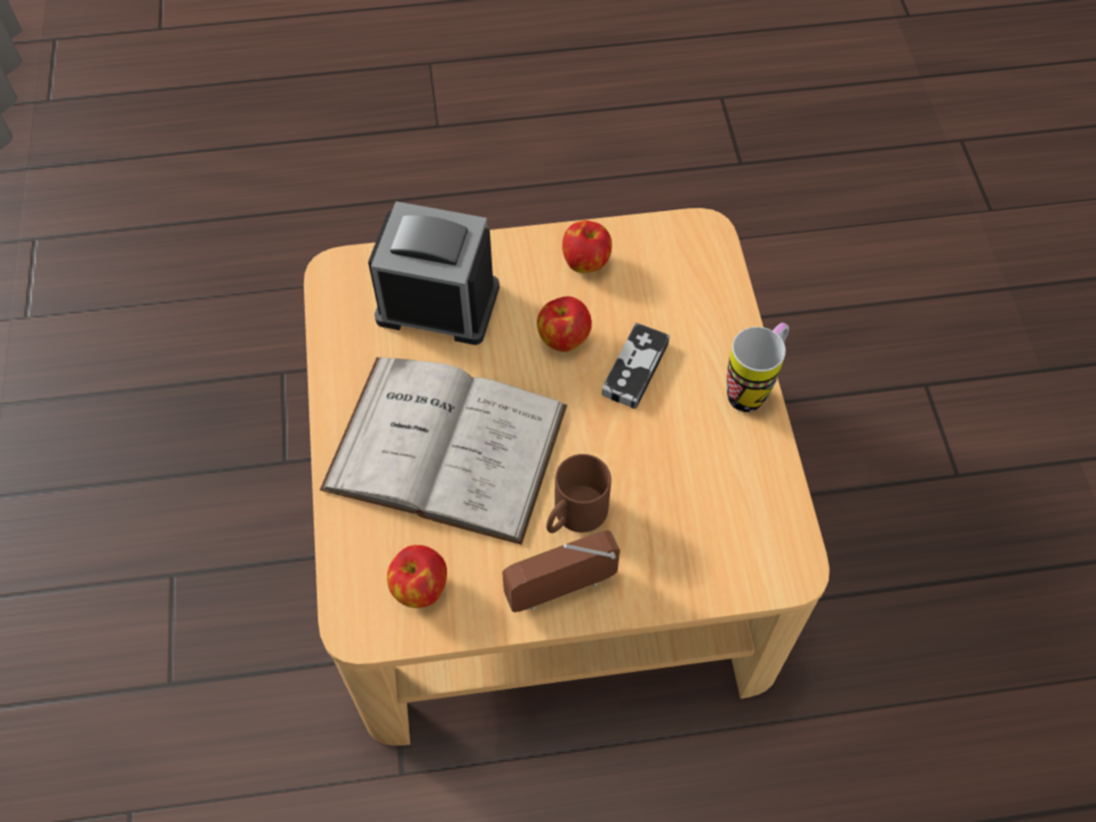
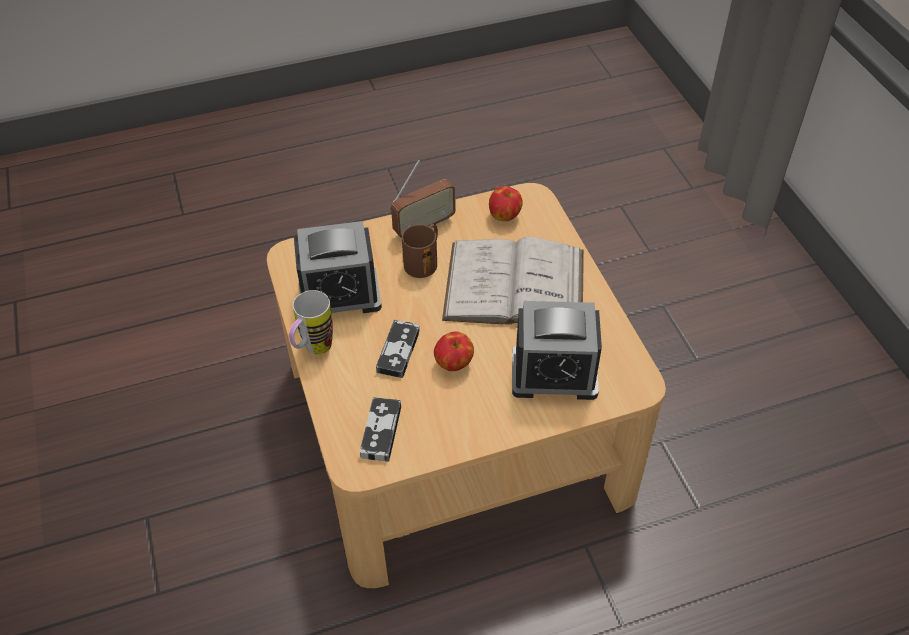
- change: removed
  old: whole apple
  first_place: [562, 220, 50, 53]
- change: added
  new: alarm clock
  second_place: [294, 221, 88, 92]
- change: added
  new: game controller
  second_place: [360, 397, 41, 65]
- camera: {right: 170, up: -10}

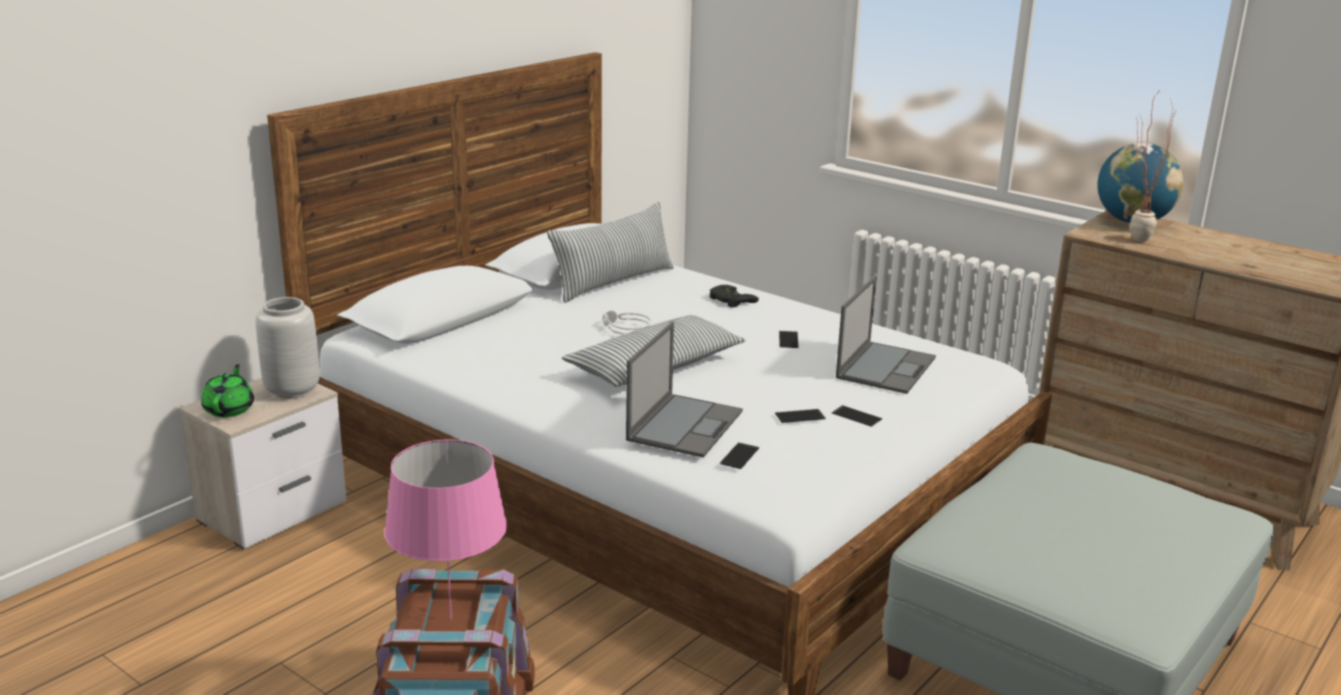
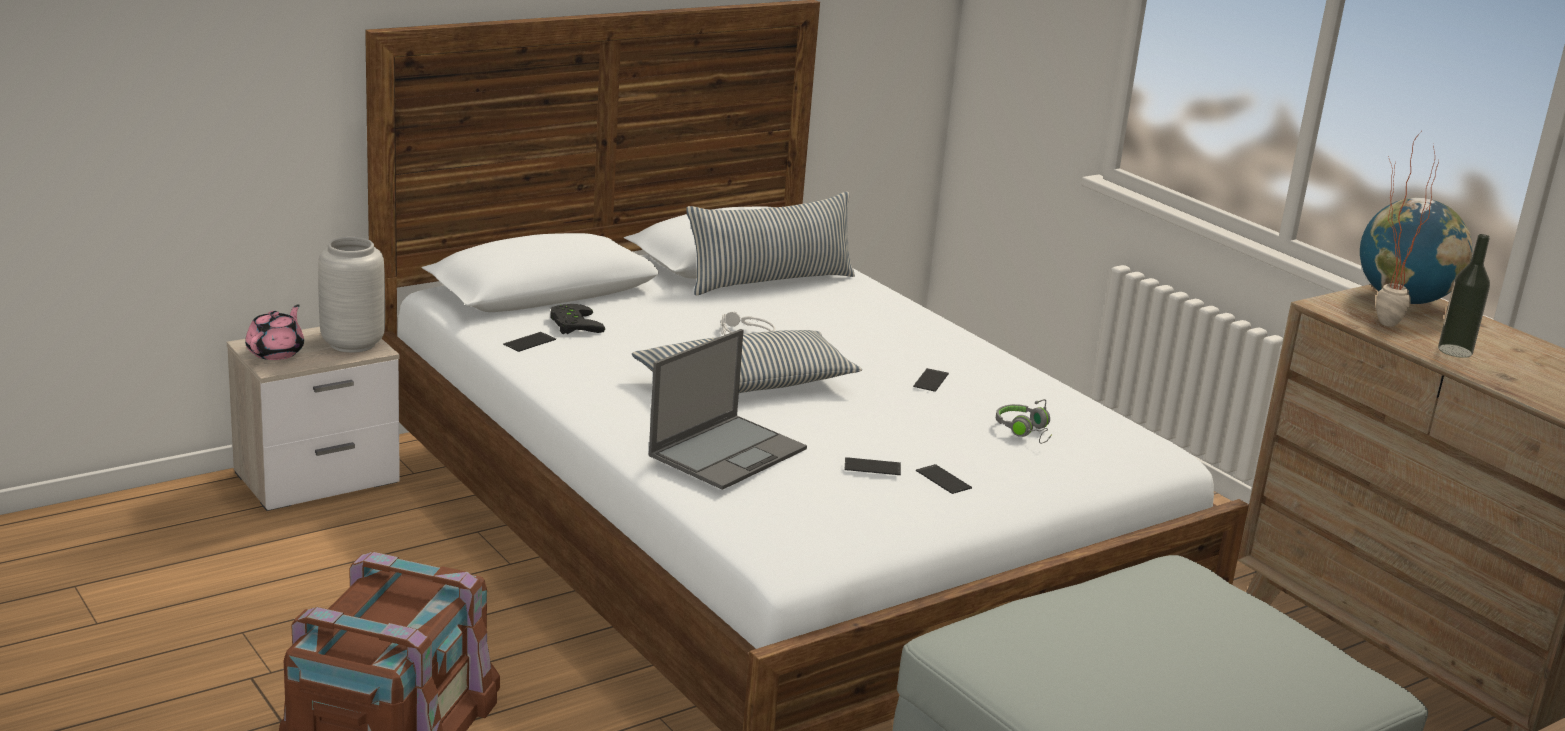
- change: replaced
  old: portable computer
  new: greyish headset
  first_place: [836, 276, 100, 118]
  second_place: [996, 399, 56, 45]
- change: moved
  old: black-coloured game controller
  first_place: [710, 285, 49, 23]
  second_place: [550, 304, 55, 30]
- change: recoloured
  old: green tea pot
  new: pink-coloured tea pot
  first_place: [201, 364, 53, 53]
  second_place: [245, 304, 59, 56]
- change: removed
  old: pink-coloured lamp for a table
  first_place: [384, 439, 123, 181]
- change: moved
  old: telephone
  first_place: [720, 442, 39, 27]
  second_place: [503, 332, 53, 20]
- change: added
  new: beverage bottle
  second_place: [1438, 234, 52, 124]
- camera: {right: 15, up: 0}

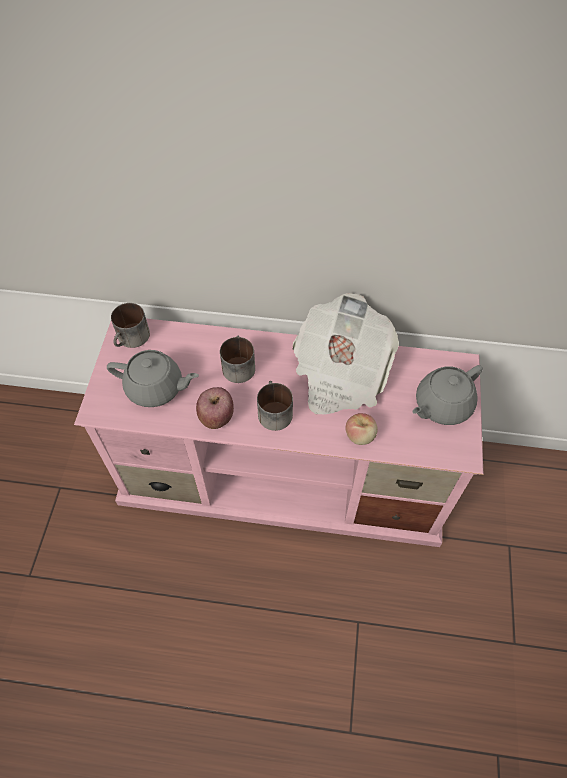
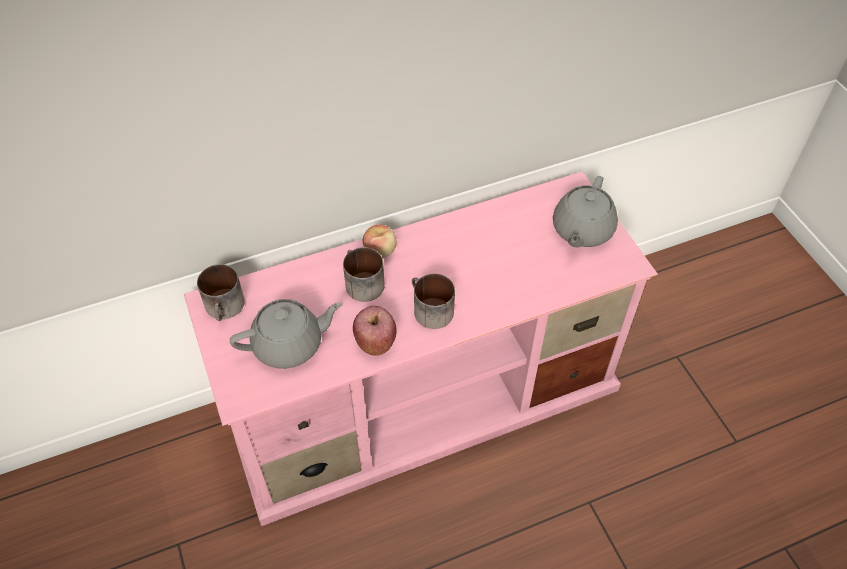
- change: removed
  old: printed paper
  first_place: [293, 293, 106, 121]
- change: moved
  old: whole apple
  first_place: [346, 413, 32, 32]
  second_place: [363, 224, 34, 34]
- camera: {right: -30, up: -5}

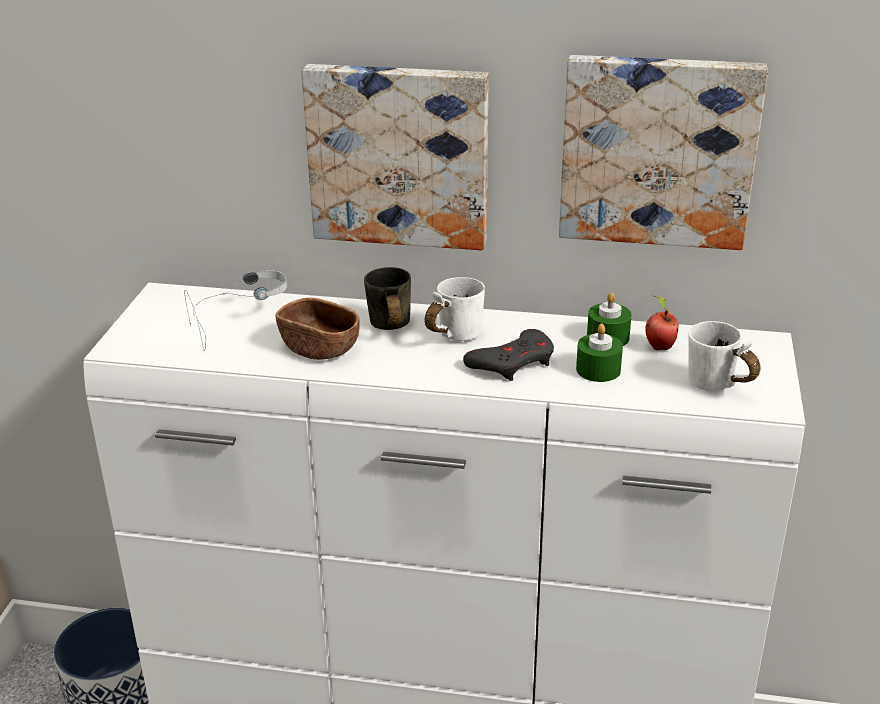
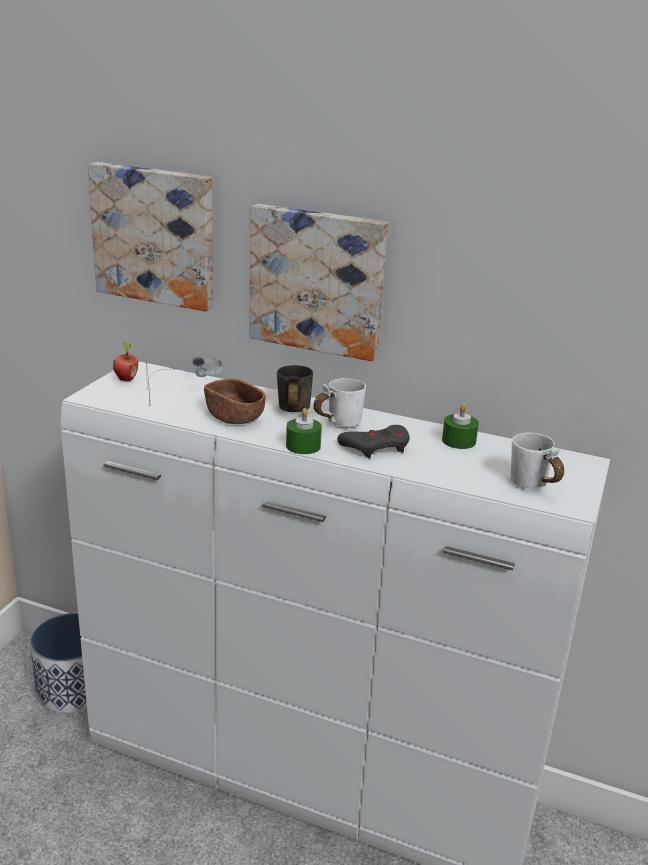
- change: moved
  old: picture
  first_place: [559, 55, 209, 195]
  second_place: [88, 162, 125, 149]
- change: moved
  old: whole apple
  first_place: [645, 295, 34, 55]
  second_place: [113, 342, 25, 39]
- change: moved
  old: green wax light
  first_place: [576, 323, 47, 59]
  second_place: [286, 408, 36, 46]
- camera: {right: 10, up: -5}

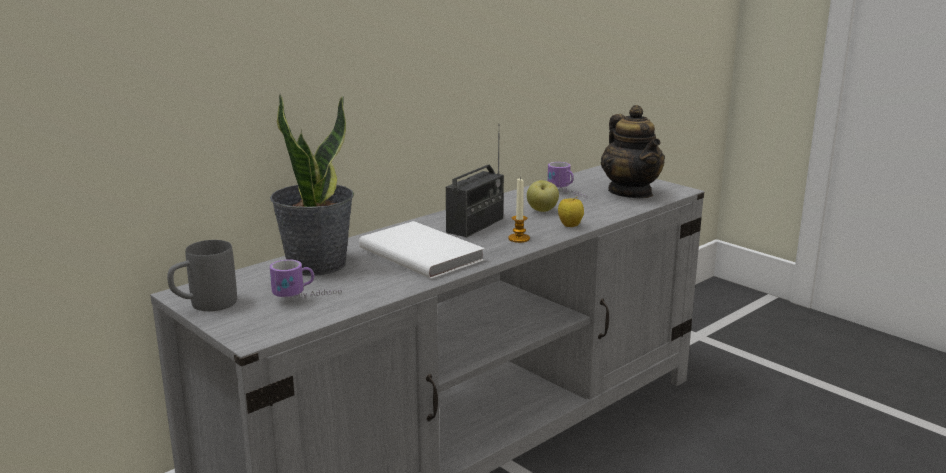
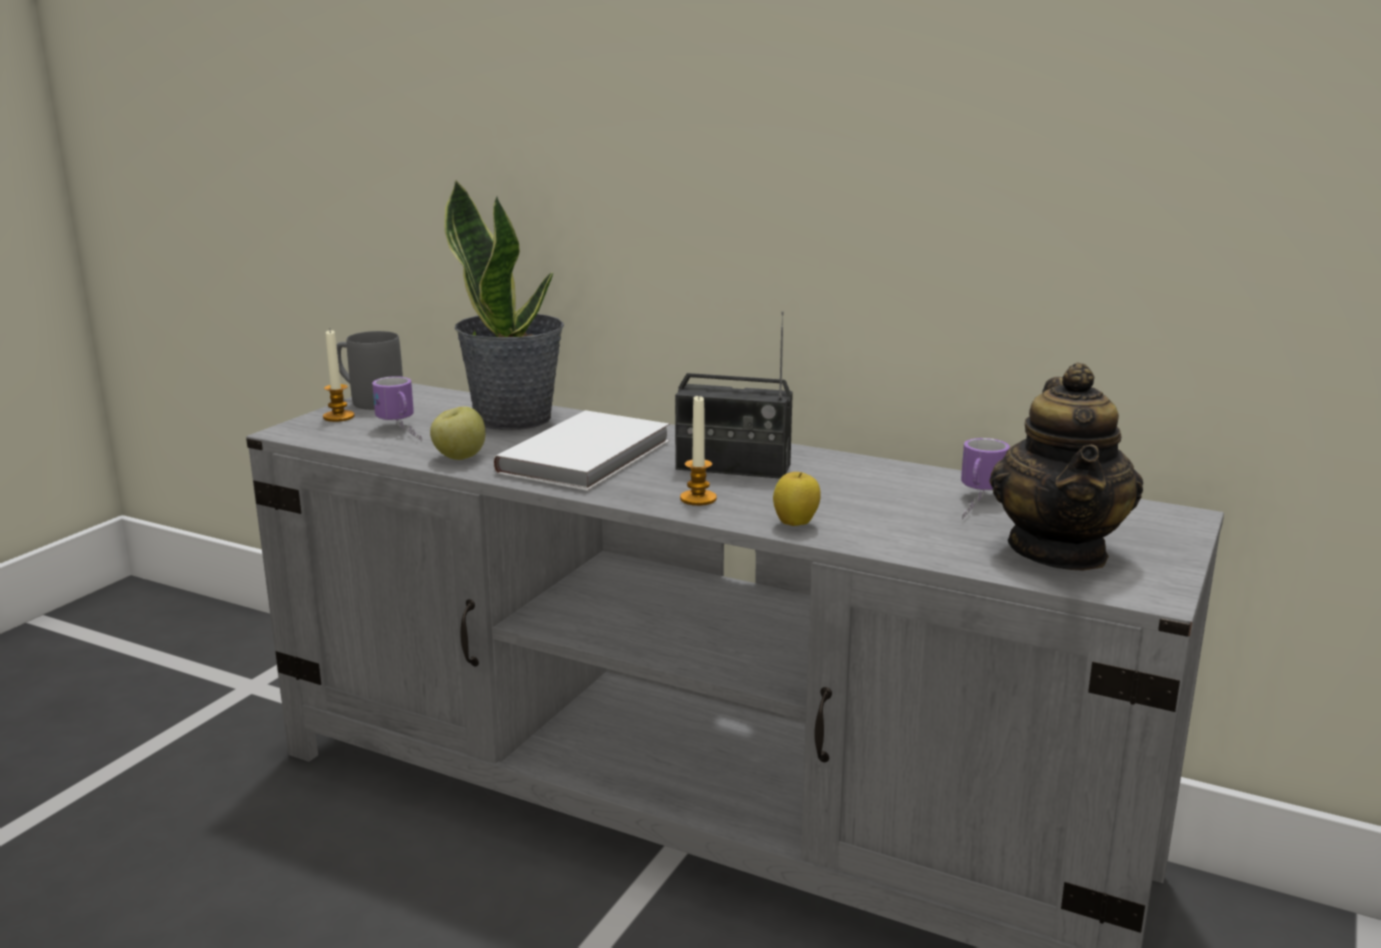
- change: turned
  old: tea pot
  first_place: [601, 105, 64, 93]
  second_place: [989, 362, 154, 208]
  degrees: -45
- change: moved
  old: whole apple
  first_place: [527, 180, 32, 32]
  second_place: [430, 406, 55, 54]
- change: added
  new: wax light
  second_place: [323, 330, 31, 92]
- camera: {right: 70, up: 0}

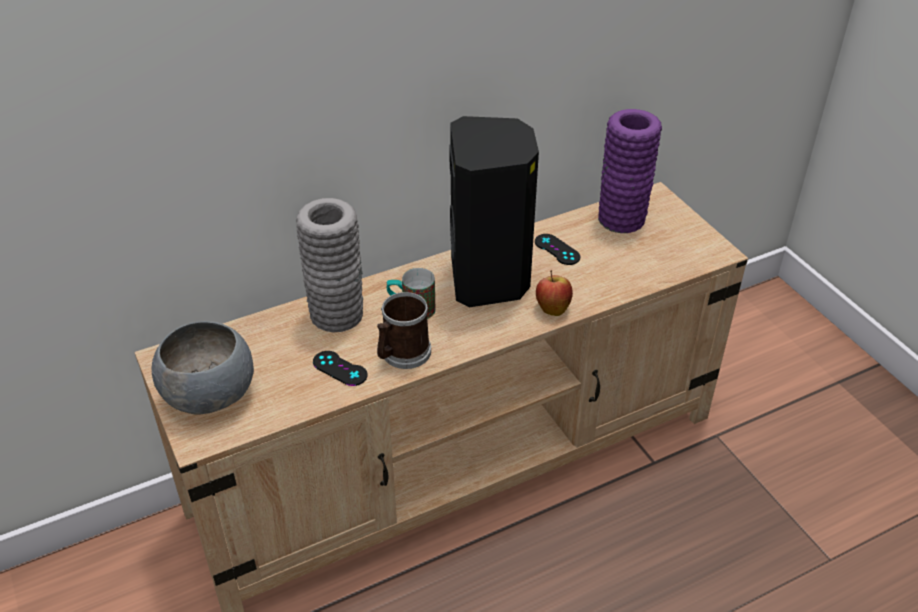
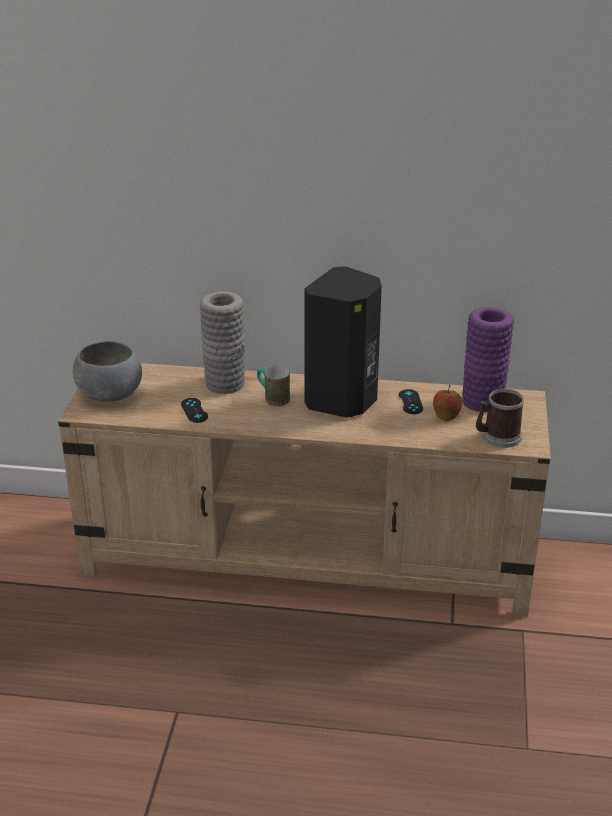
- change: moved
  old: whole apple
  first_place: [536, 270, 37, 46]
  second_place: [433, 385, 29, 36]
- change: moved
  old: tea mug
  first_place: [377, 292, 54, 77]
  second_place: [476, 389, 48, 59]
- camera: {right: 35, up: -10}

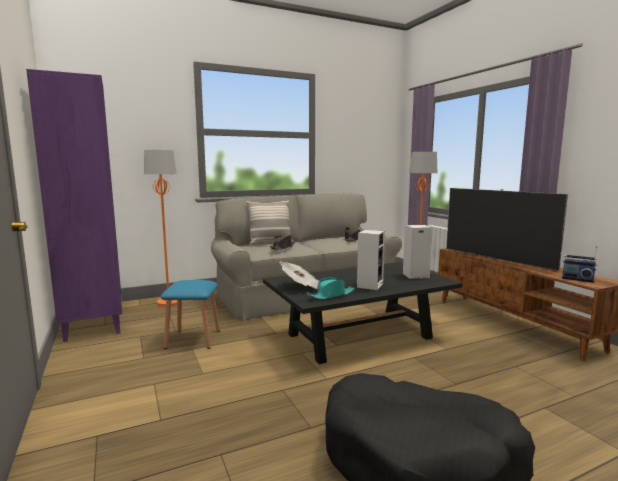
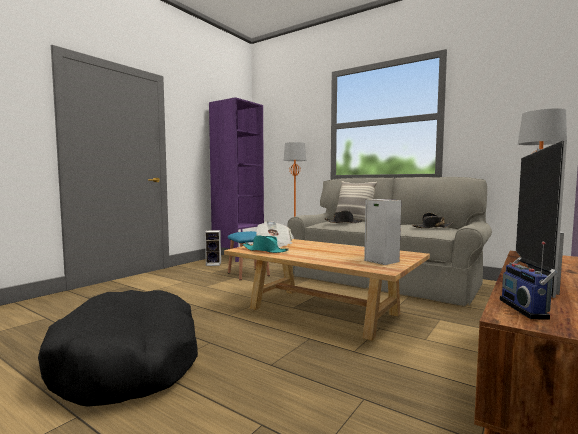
- change: moved
  old: audio speaker
  first_place: [357, 230, 28, 60]
  second_place: [205, 230, 16, 36]
- change: recoloured
  old: black-coloured low table
  new: beige-coloured low table
  first_place: [263, 262, 200, 102]
  second_place: [224, 239, 206, 102]
- camera: {right: 60, up: -5}

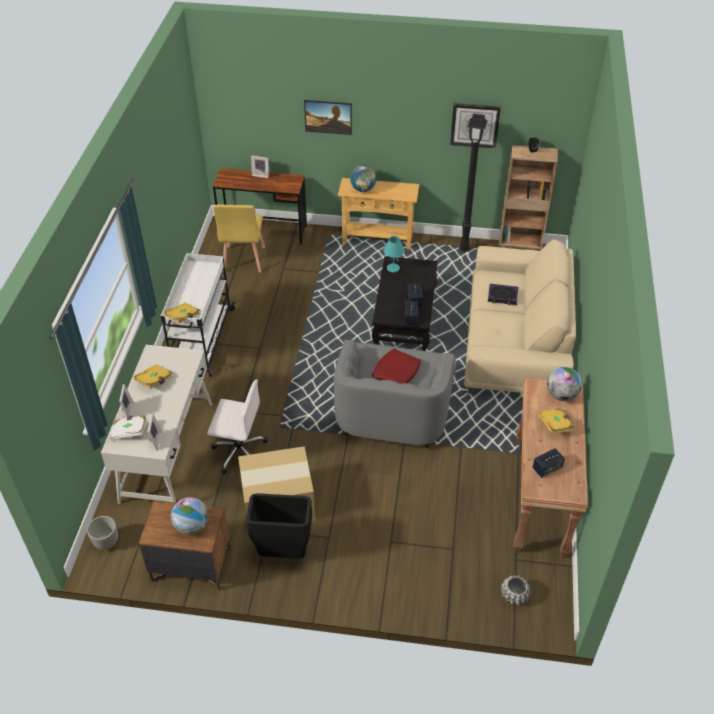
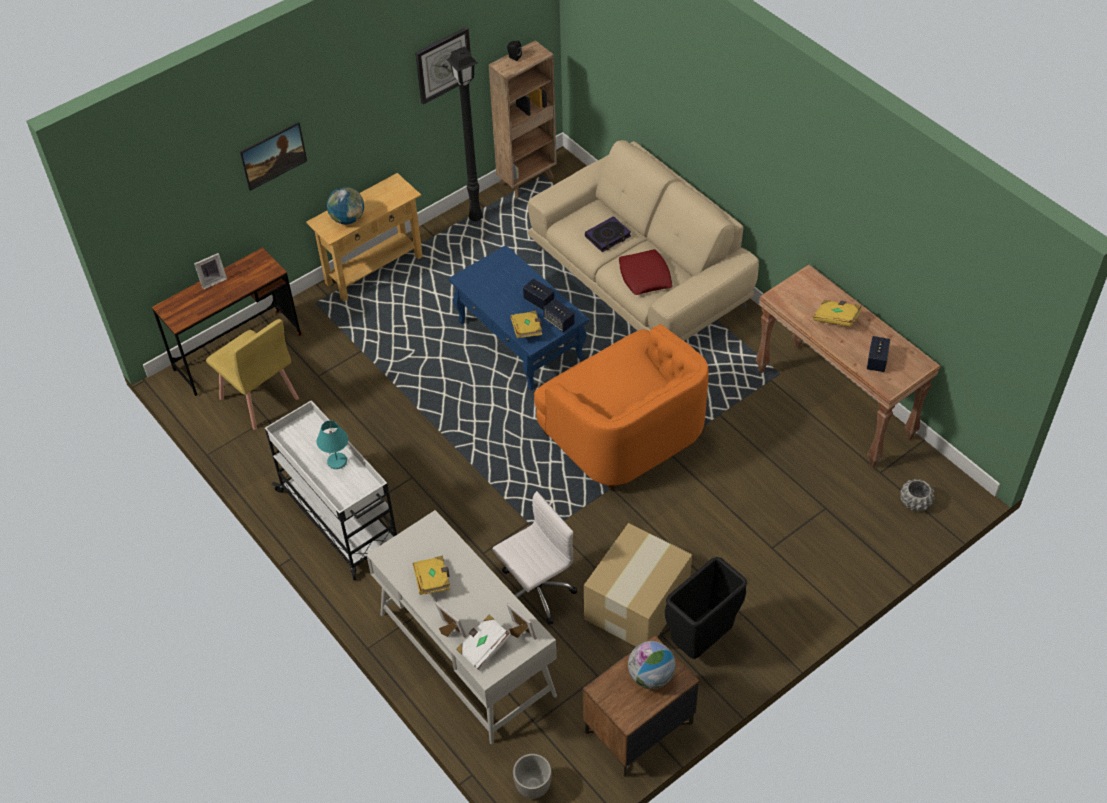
- change: moved
  old: turquoise lamp for a table
  first_place: [384, 236, 20, 37]
  second_place: [317, 420, 31, 49]
- change: recoloured
  old: black-coloured low table
  new: blue-coloured low table
  first_place: [372, 256, 66, 95]
  second_place: [448, 245, 141, 145]
- change: moved
  old: yellow-coloured volume
  first_place: [164, 302, 36, 22]
  second_place: [510, 310, 32, 28]
- change: recoloured
  old: greyish armchair
  new: orange armchair
  first_place: [334, 340, 122, 108]
  second_place: [534, 324, 175, 167]
- change: moved
  old: red cushion
  first_place: [372, 349, 49, 35]
  second_place: [619, 249, 54, 46]
- change: removed
  old: desk globe
  first_place: [547, 367, 35, 34]
- camera: {right: -45, up: 5}

